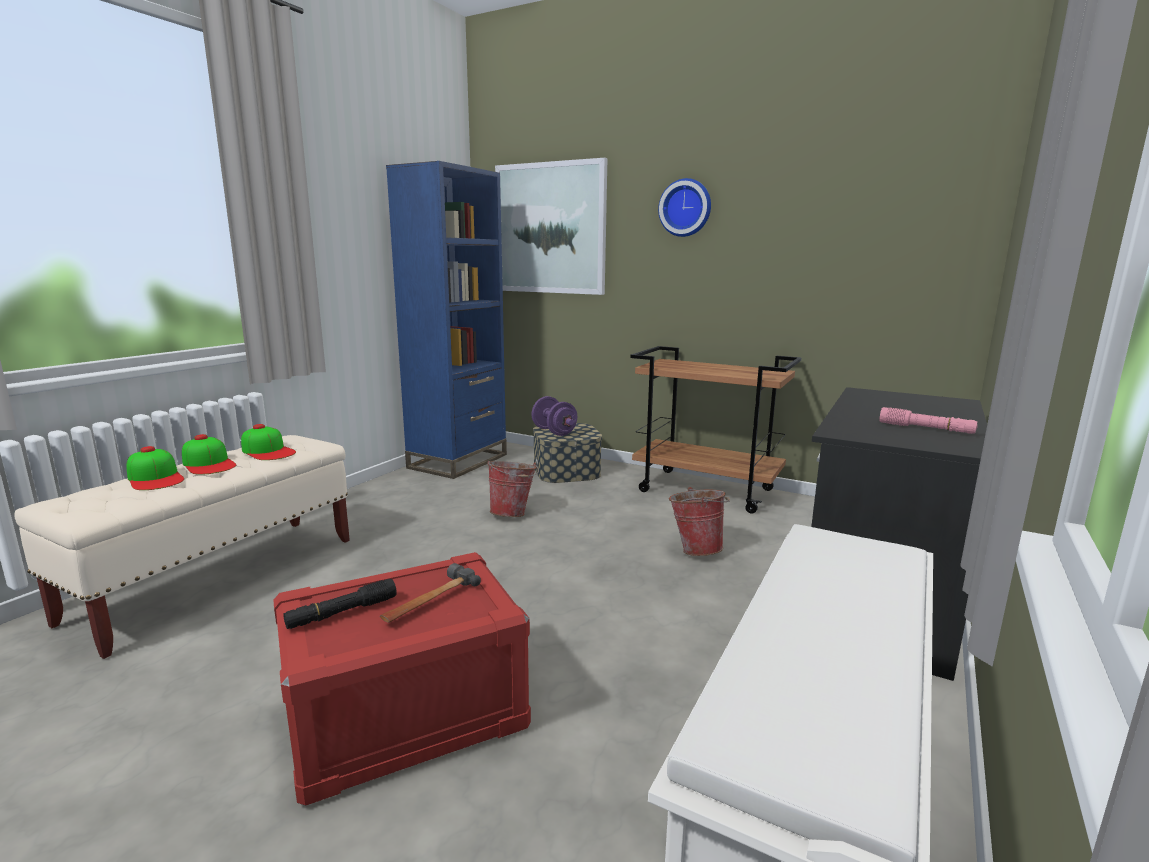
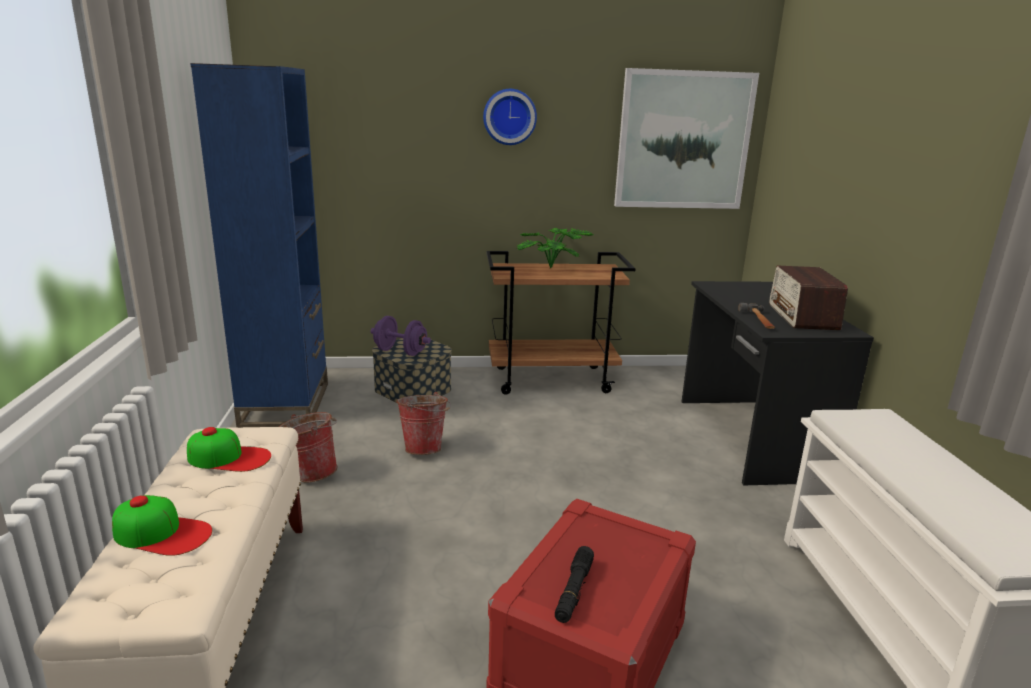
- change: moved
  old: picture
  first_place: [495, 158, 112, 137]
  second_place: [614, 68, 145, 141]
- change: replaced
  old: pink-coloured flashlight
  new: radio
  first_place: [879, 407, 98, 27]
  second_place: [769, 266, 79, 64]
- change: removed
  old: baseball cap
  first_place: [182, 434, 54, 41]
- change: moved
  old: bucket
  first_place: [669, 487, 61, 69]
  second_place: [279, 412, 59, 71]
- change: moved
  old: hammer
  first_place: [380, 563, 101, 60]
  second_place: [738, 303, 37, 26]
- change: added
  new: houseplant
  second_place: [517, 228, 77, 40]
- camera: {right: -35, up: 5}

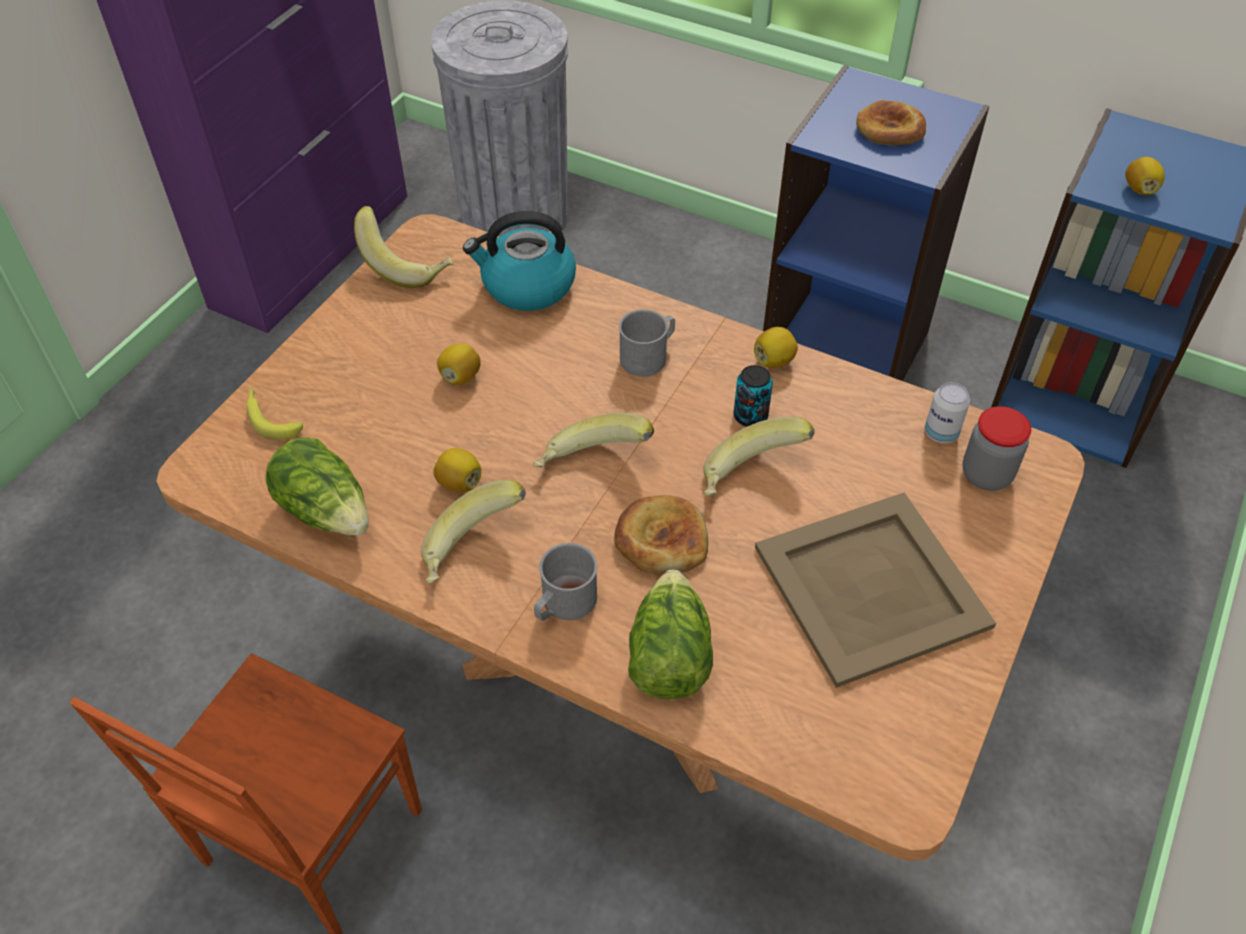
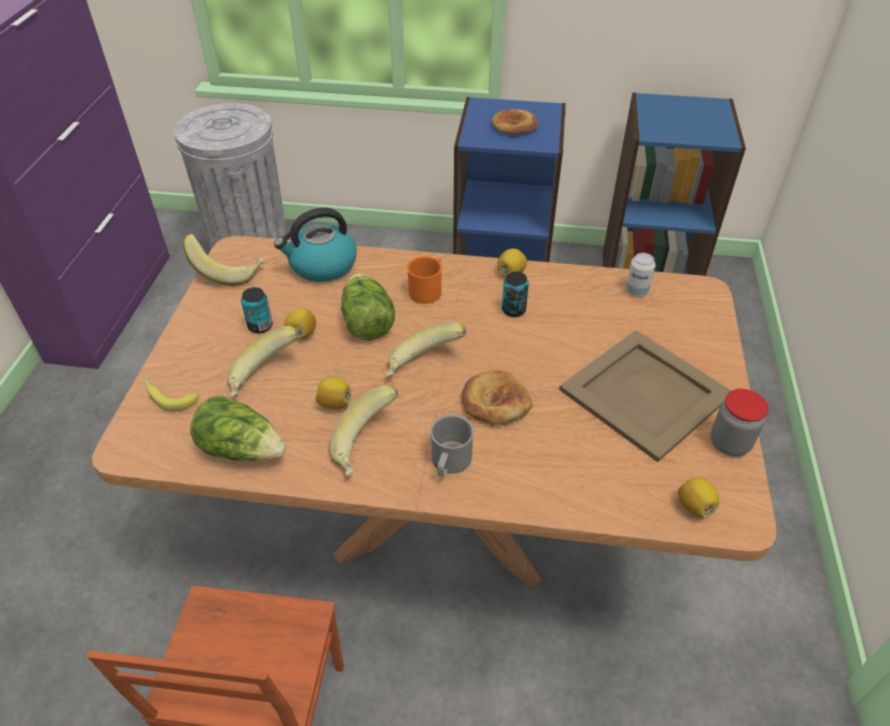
- change: moved
  old: citrus fruit
  first_place: [1125, 157, 40, 38]
  second_place: [678, 477, 41, 41]
- change: recoloured
  old: greyish tea mug
  new: orange tea mug
  first_place: [619, 309, 56, 68]
  second_place: [407, 256, 35, 48]
- change: moved
  old: preserve jar
  first_place: [962, 406, 69, 85]
  second_place: [711, 389, 58, 67]
- change: moved
  old: banana
  first_place: [703, 417, 111, 79]
  second_place: [227, 326, 72, 72]
- change: moved
  old: head of lettuce
  first_place: [628, 570, 85, 129]
  second_place: [341, 273, 54, 67]
- change: added
  new: can
  second_place: [241, 287, 32, 46]
- camera: {right: -20, up: -5}

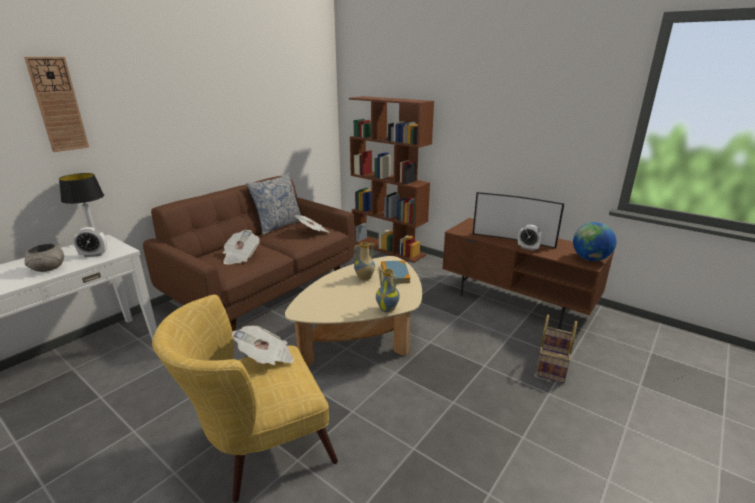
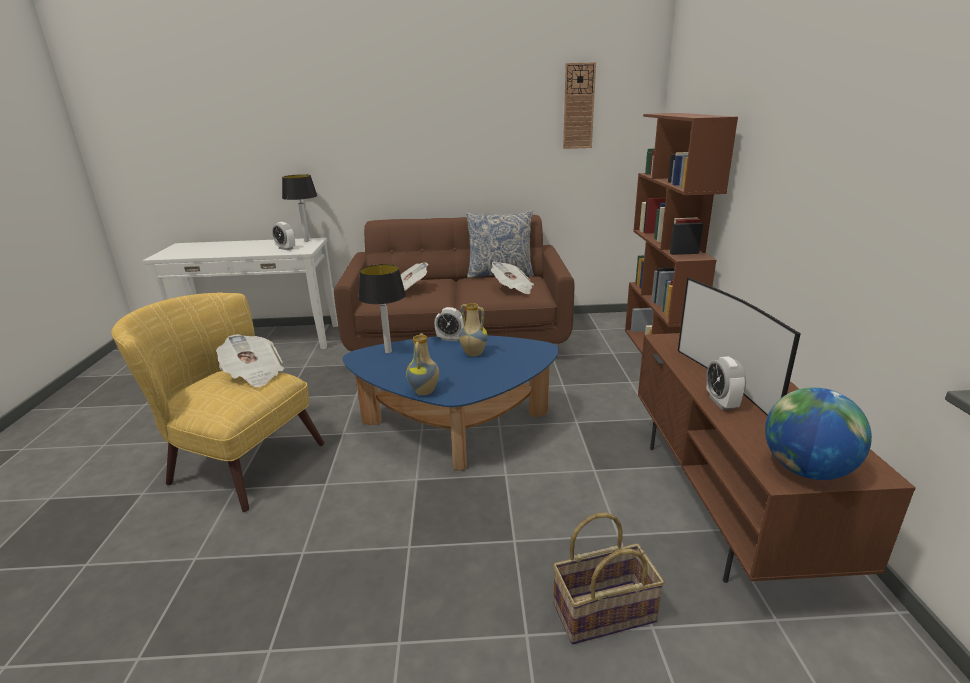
- change: moved
  old: wall clock
  first_place: [24, 57, 65, 95]
  second_place: [563, 62, 33, 87]
- change: removed
  old: greyish serving bowl
  first_place: [24, 243, 40, 29]
- change: recoloured
  old: beige-coloured low table
  new: blue-coloured low table
  first_place: [285, 256, 137, 110]
  second_place: [342, 336, 216, 135]
- change: removed
  old: volume
  first_place: [381, 261, 30, 23]
- change: added
  new: lamp for a table
  second_place: [358, 264, 48, 90]
- change: added
  new: alarm clock
  second_place: [434, 307, 30, 34]
- camera: {right: 50, up: 0}

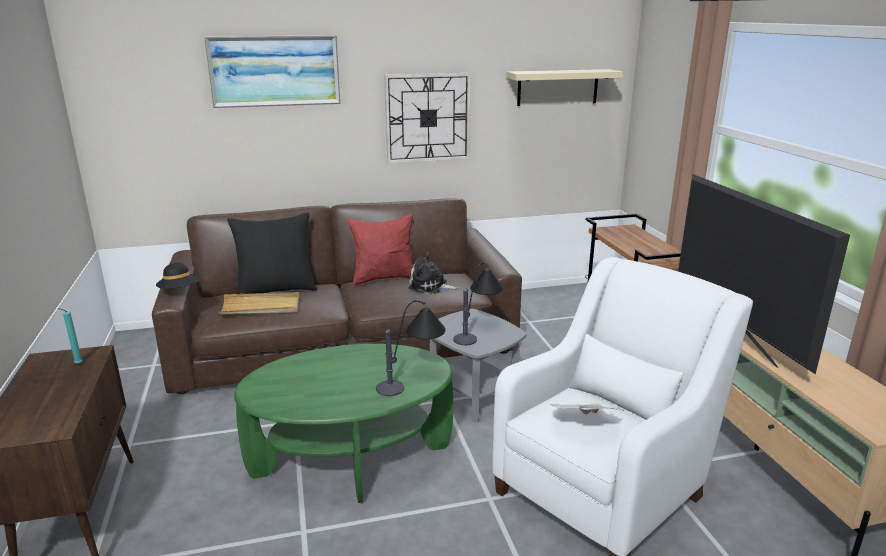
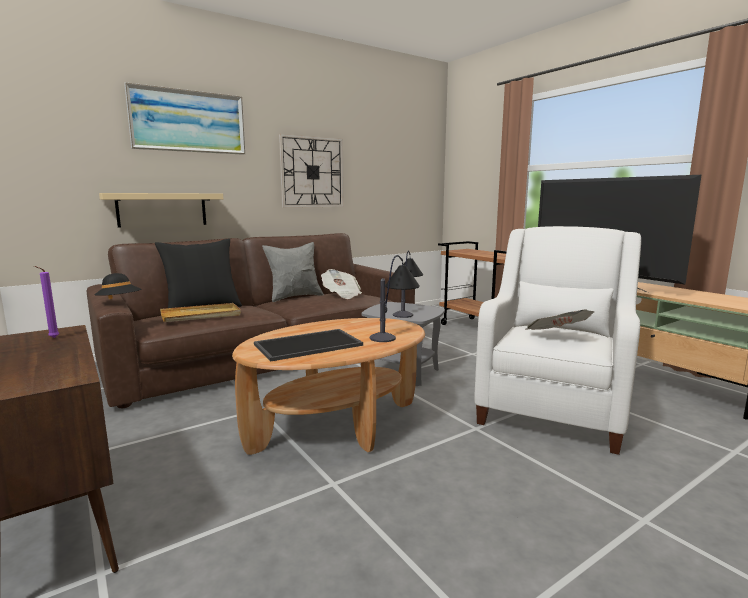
- change: moved
  old: beige-coloured bracket shelf
  first_place: [506, 69, 117, 37]
  second_place: [99, 193, 124, 35]
- change: recoloured
  old: red cushion
  new: greyish cushion
  first_place: [347, 213, 66, 73]
  second_place: [262, 242, 62, 60]
- change: replaced
  old: soft toy
  new: printed paper
  first_place: [408, 252, 51, 42]
  second_place: [321, 269, 41, 30]
- change: recoloured
  old: turquoise wax light
  new: purple wax light
  first_place: [57, 308, 26, 56]
  second_place: [34, 266, 25, 72]
- change: recoloured
  old: green low table
  new: brown low table
  first_place: [234, 344, 219, 159]
  second_place: [232, 318, 193, 137]
- change: added
  new: tray
  second_place: [254, 329, 109, 32]
- camera: {right: -20, up: -10}

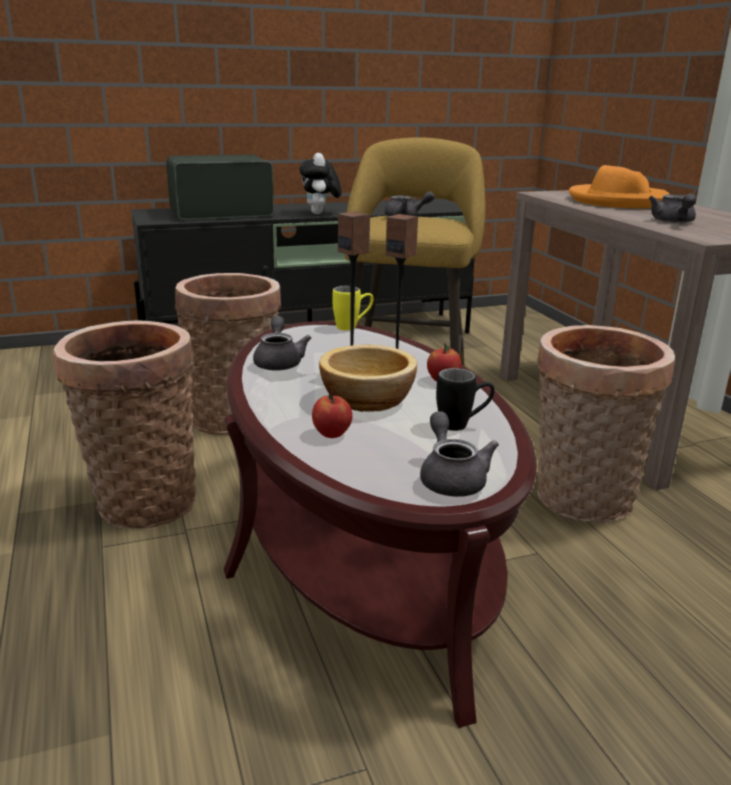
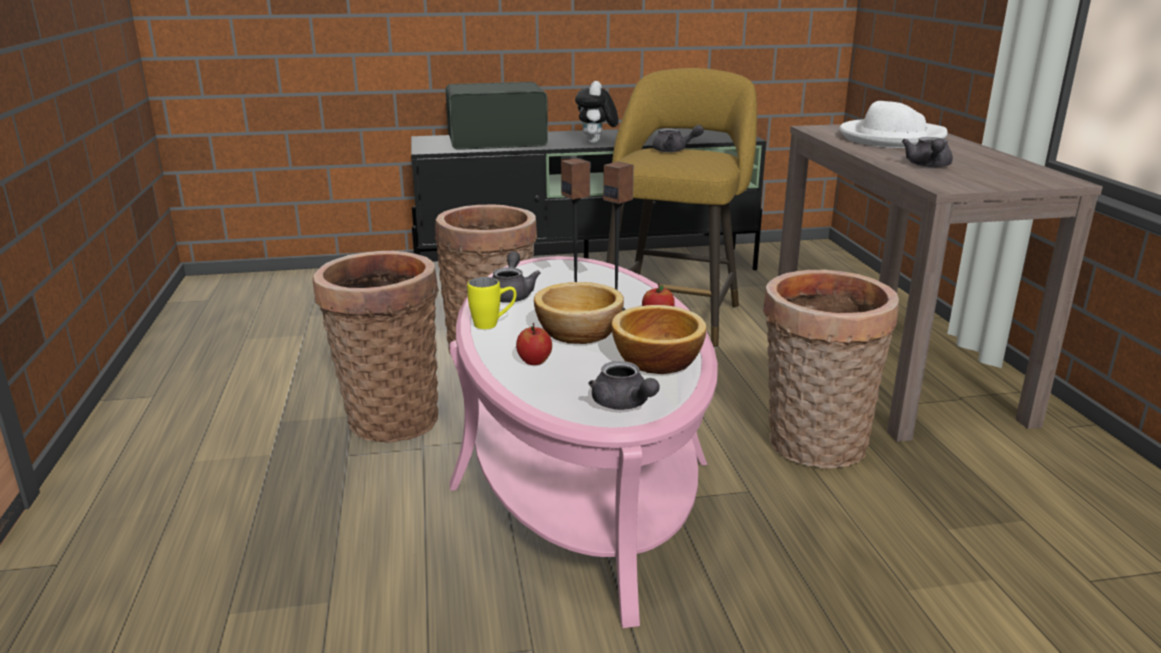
- change: recoloured
  old: orange hat
  new: white hat
  first_place: [569, 165, 100, 43]
  second_place: [840, 101, 108, 47]
- change: moved
  old: yellow-coloured tea mug
  first_place: [333, 286, 40, 44]
  second_place: [467, 277, 49, 52]
- change: recoloured
  old: brown low table
  new: pink-coloured low table
  first_place: [224, 321, 313, 407]
  second_place: [449, 256, 269, 372]
- change: replaced
  old: black-coloured tea mug
  new: serving bowl
  first_place: [436, 368, 59, 63]
  second_place: [611, 305, 96, 69]
- change: turned
  old: greyish tea pot
  first_place: [420, 411, 79, 86]
  second_place: [588, 361, 71, 49]
  degrees: 150
- camera: {right: 10, up: 0}

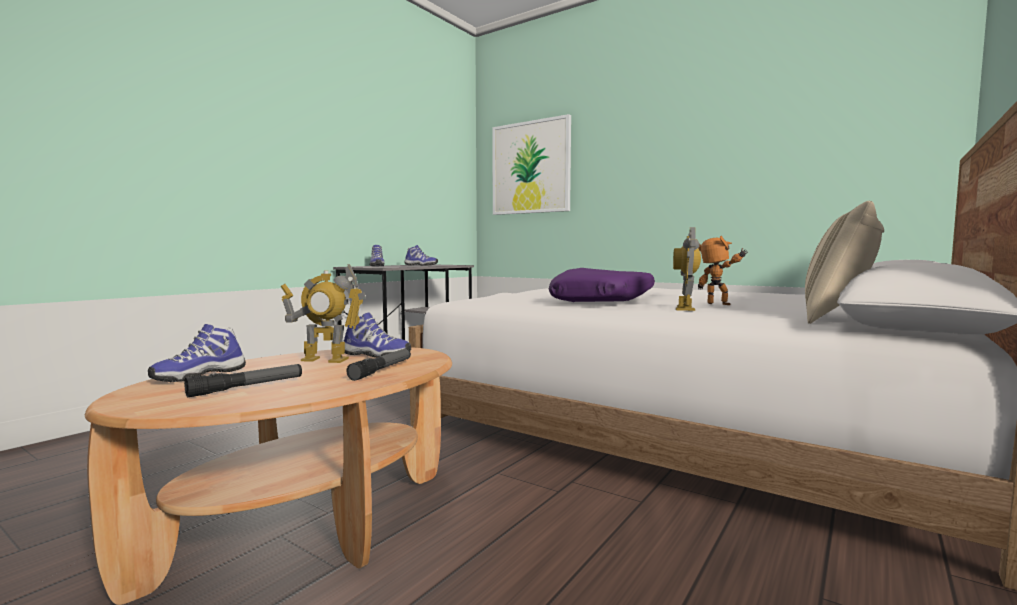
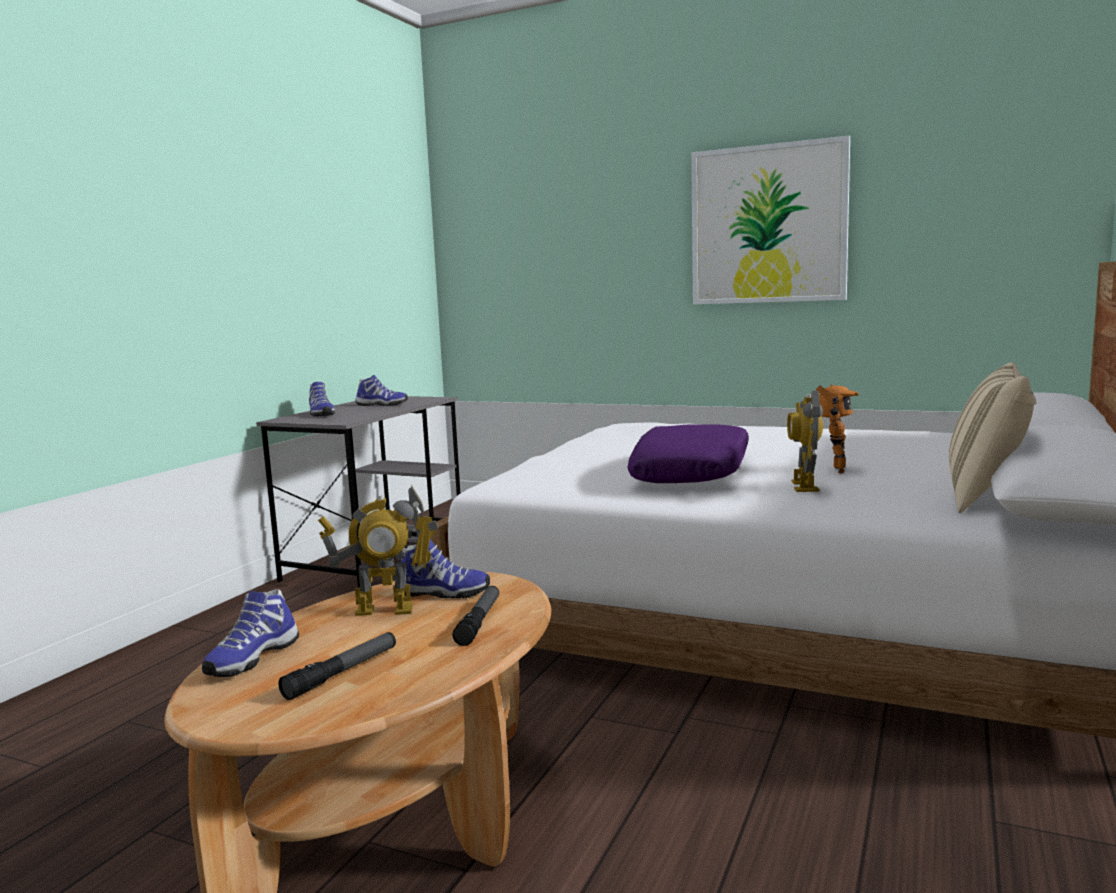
- change: moved
  old: picture
  first_place: [492, 114, 79, 101]
  second_place: [691, 136, 159, 168]
- change: turned
  old: model robot
  first_place: [698, 236, 50, 69]
  second_place: [816, 385, 43, 89]
  degrees: 75
- camera: {right: -10, up: 5}

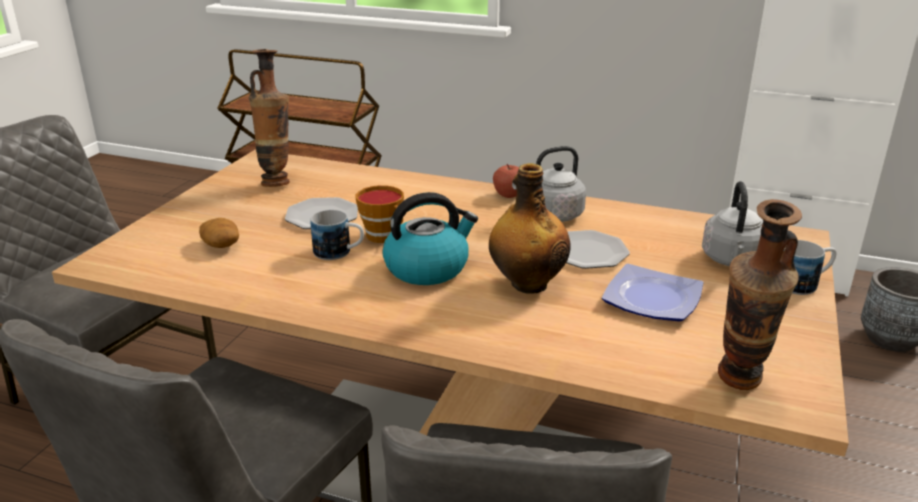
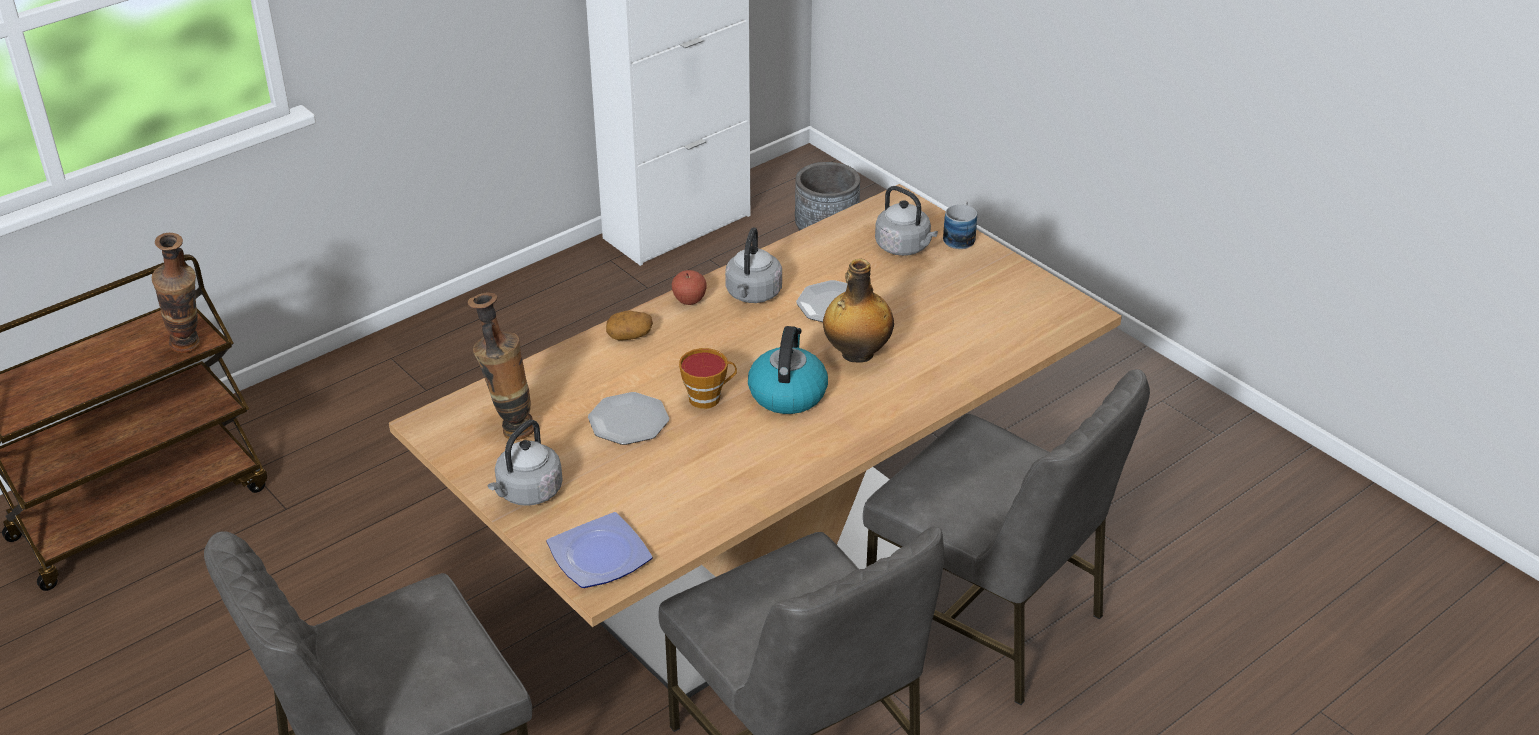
- change: moved
  old: flower vase
  first_place: [718, 199, 84, 191]
  second_place: [152, 233, 48, 120]
- change: removed
  old: tea mug
  first_place: [310, 210, 54, 50]
- change: moved
  old: potato
  first_place: [199, 218, 40, 30]
  second_place: [606, 310, 47, 30]
- change: moved
  old: flat dish
  first_place: [602, 264, 101, 58]
  second_place: [547, 512, 106, 76]
- change: added
  new: greyish kettle
  second_place: [488, 420, 75, 86]
- camera: {right: -60, up: 10}

